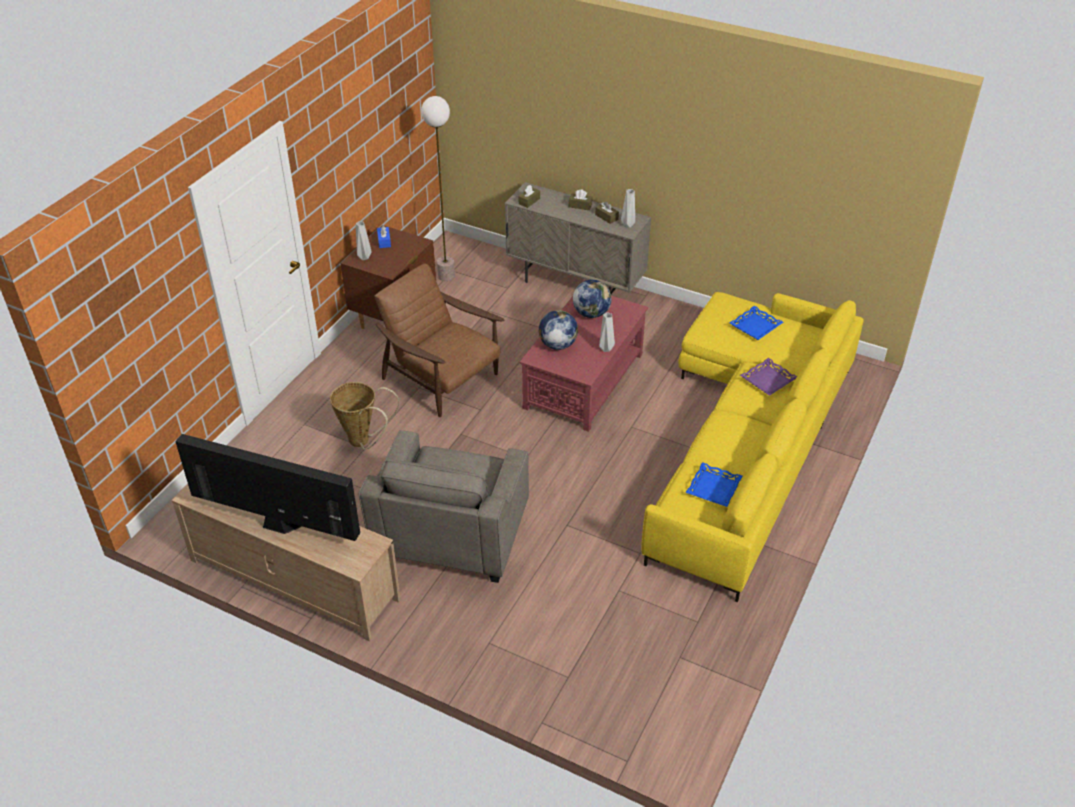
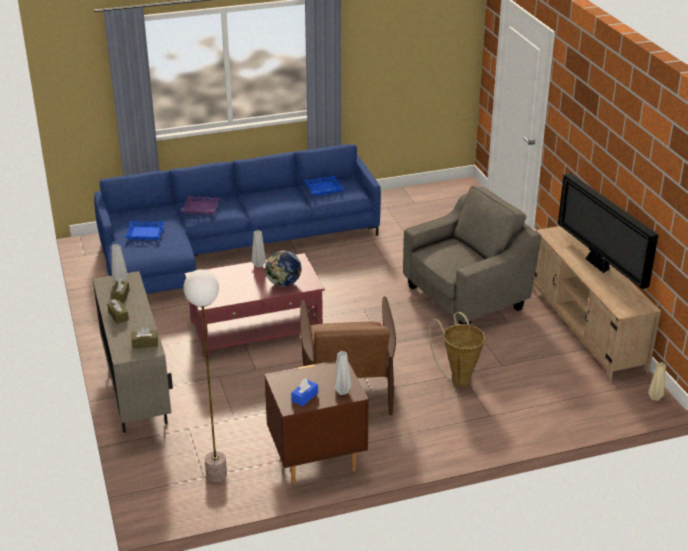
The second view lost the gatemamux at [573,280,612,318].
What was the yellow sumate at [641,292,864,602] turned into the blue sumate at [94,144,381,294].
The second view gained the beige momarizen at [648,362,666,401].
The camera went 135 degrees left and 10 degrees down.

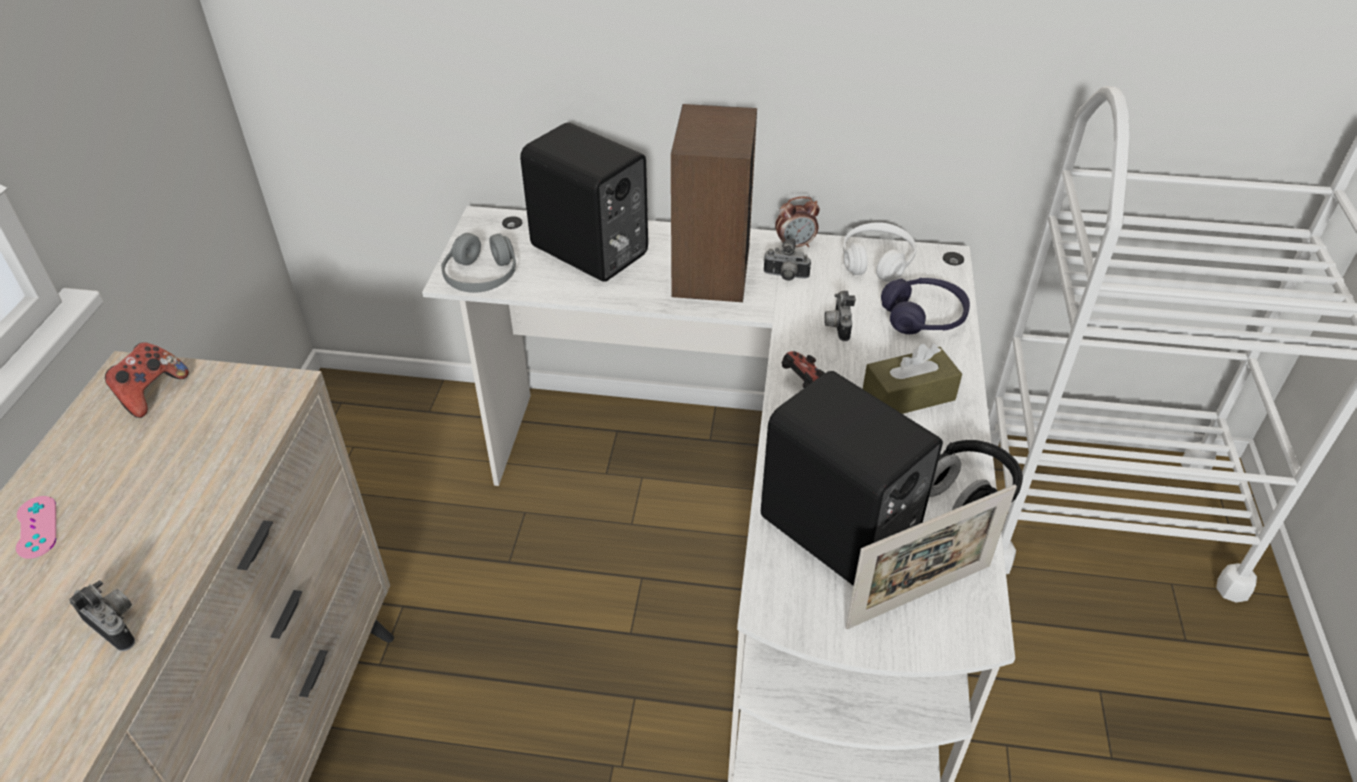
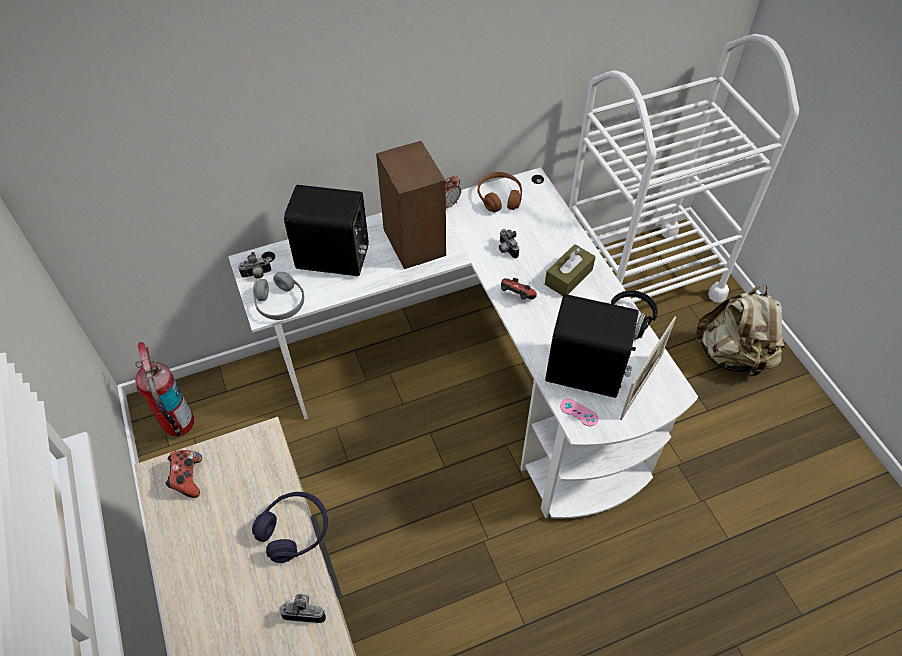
What was the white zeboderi at [843,222,916,282] turned into the brown zeboderi at [478,172,522,212].
The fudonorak ended up elsewhere, having gone from [763,239,811,281] to [238,252,271,279].
The purple zeboderi ended up elsewhere, having gone from [881,278,970,334] to [252,492,328,563].
The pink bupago ended up elsewhere, having gone from [16,496,56,559] to [560,398,598,426].
The second view gained the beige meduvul at [694,284,785,379].
The second view gained the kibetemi at [135,342,194,437].
The camera went 30 degrees left and 10 degrees up.

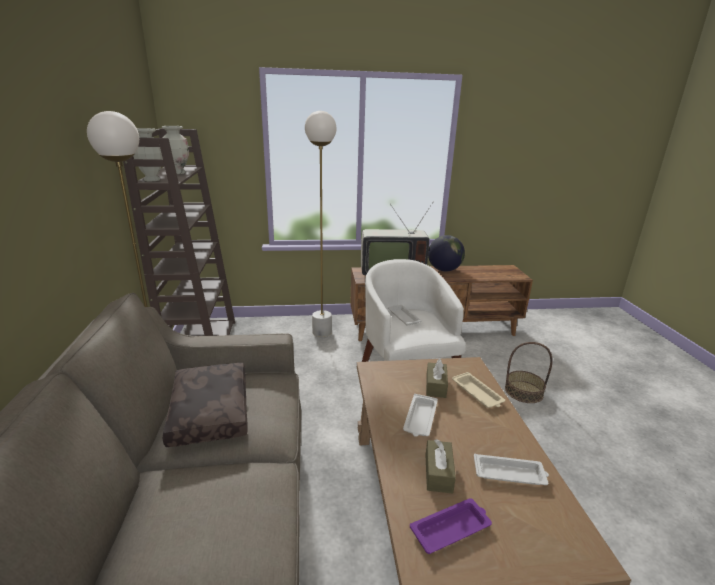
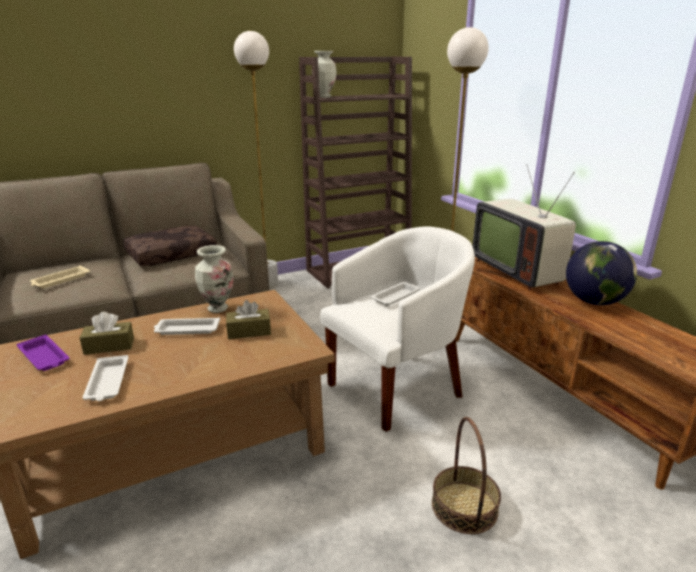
The momarizen ended up elsewhere, having gone from [162,126,189,174] to [195,245,233,313].
The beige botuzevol ended up elsewhere, having gone from [452,372,505,408] to [30,265,90,289].
The camera went 70 degrees right and 0 degrees up.

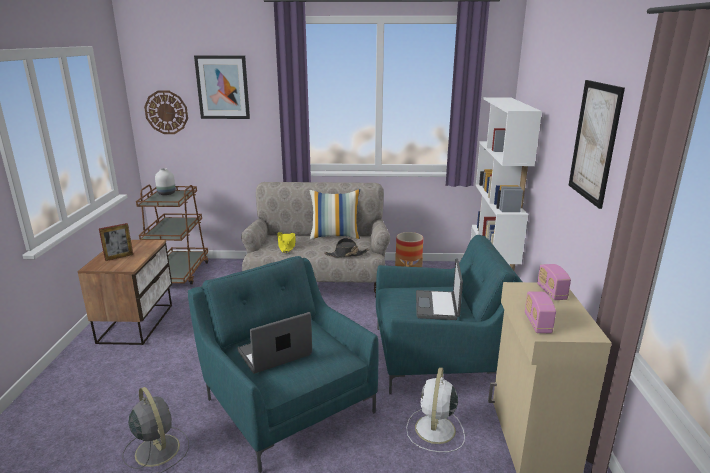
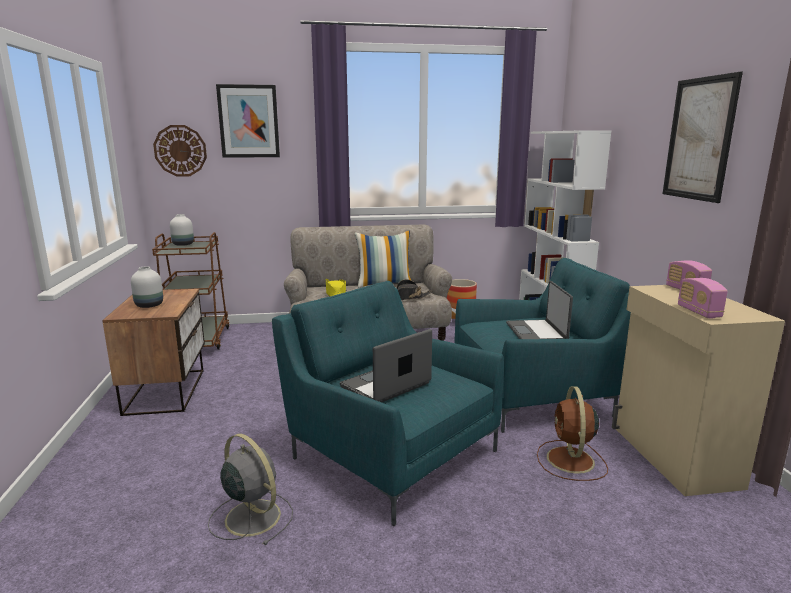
Where the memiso stood at [99,223,133,261], the white momarizen came to stand at [131,266,163,308].
What was the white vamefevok at [406,367,465,452] turned into the brown vamefevok at [537,386,608,481].
The camera went 10 degrees left and 5 degrees down.

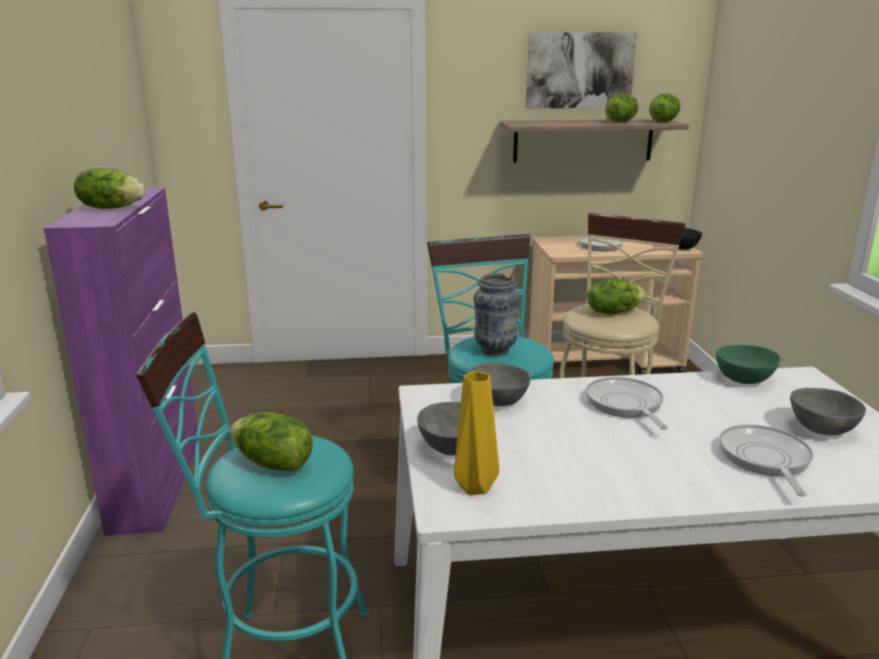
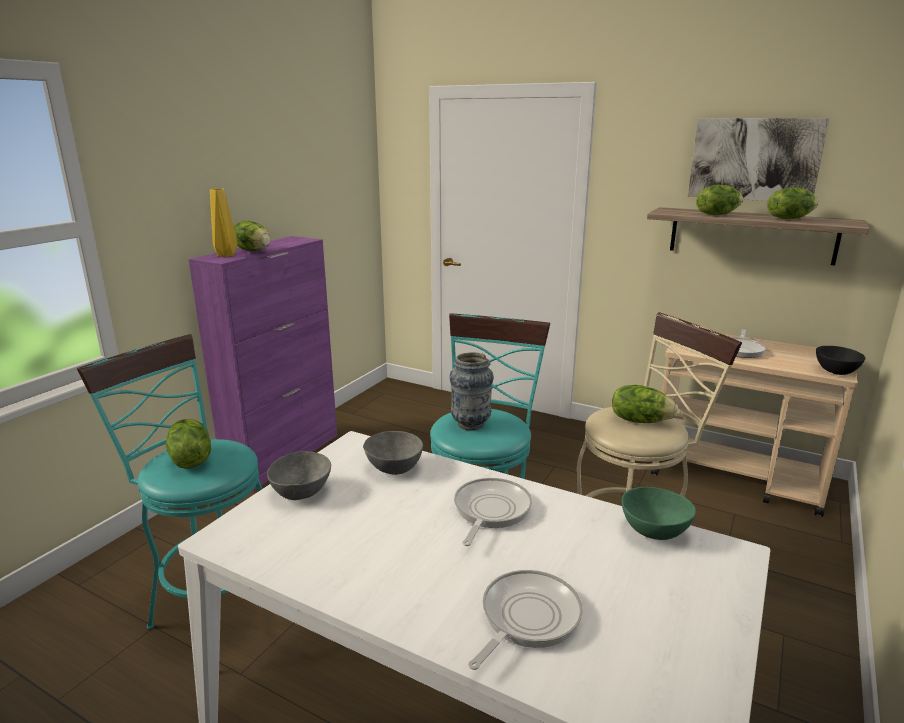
The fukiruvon ended up elsewhere, having gone from [649,94,680,122] to [696,185,743,215].
The yellow momarizen ended up elsewhere, having gone from [454,371,499,495] to [210,188,238,257].
The second view lost the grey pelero at [790,388,866,436].
The camera went 35 degrees right and 0 degrees up.

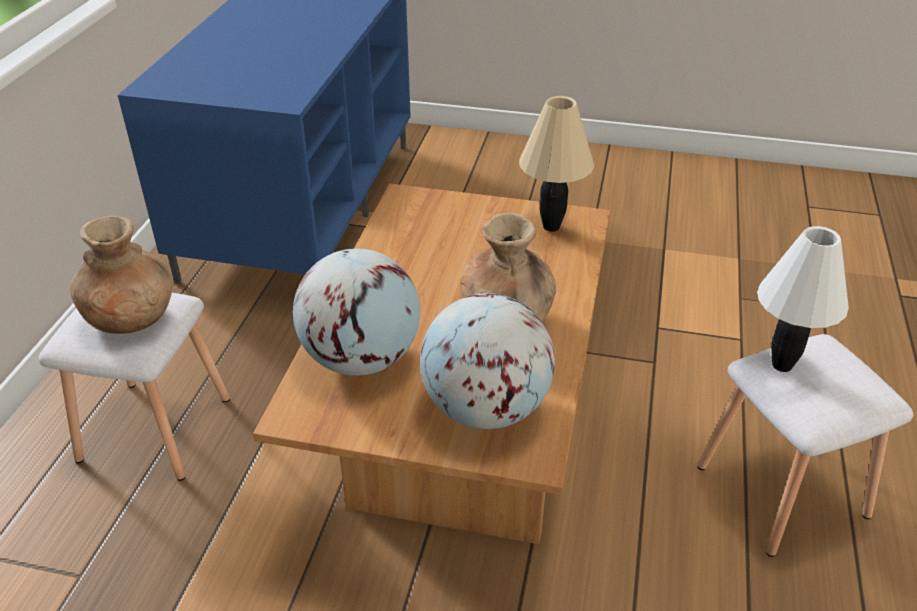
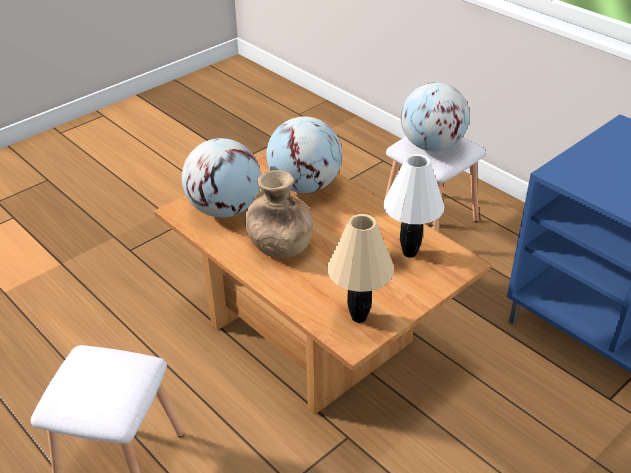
Where the brown momarizen stood at [70,216,173,334], the gatemamux came to stand at [401,82,470,151].
The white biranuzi ended up elsewhere, having gone from [757,226,849,372] to [383,154,444,258].
The camera went 125 degrees right and 0 degrees up.

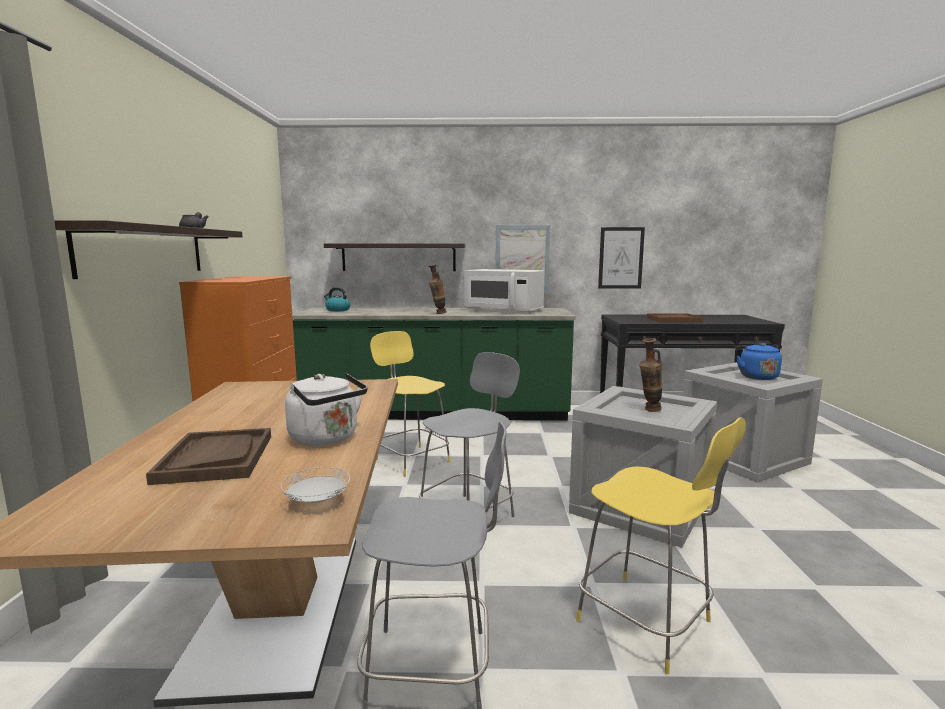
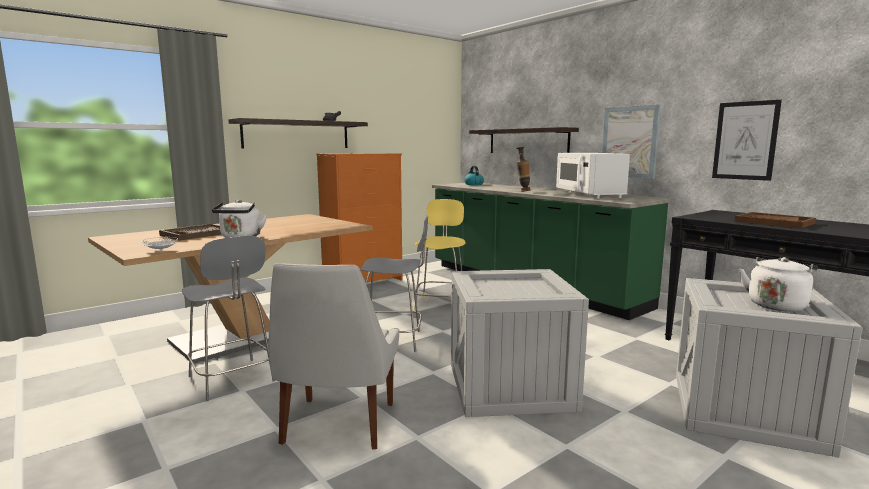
The second view lost the momarizen at [639,338,662,412].
What was the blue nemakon at [735,343,782,380] turned into the white nemakon at [739,257,818,311].
Where the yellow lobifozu stood at [576,417,746,674], the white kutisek came to stand at [269,263,399,450].
The camera went 50 degrees right and 0 degrees up.

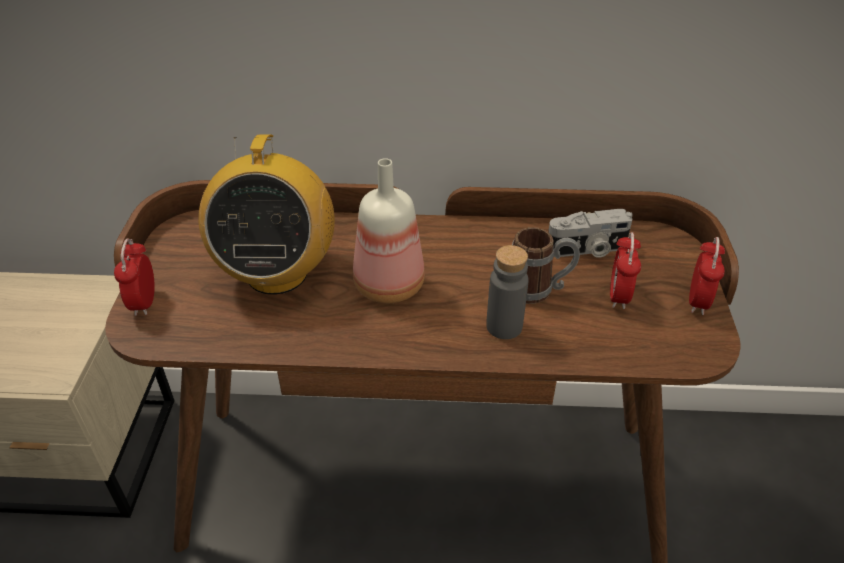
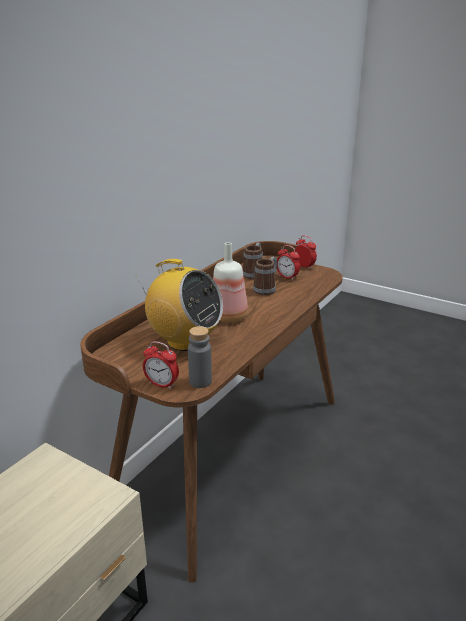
Where the fudonorak stood at [548,209,633,258], the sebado came to stand at [242,243,263,280].
The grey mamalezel ended up elsewhere, having gone from [486,245,529,339] to [188,326,212,388].
The camera went 60 degrees left and 15 degrees down.

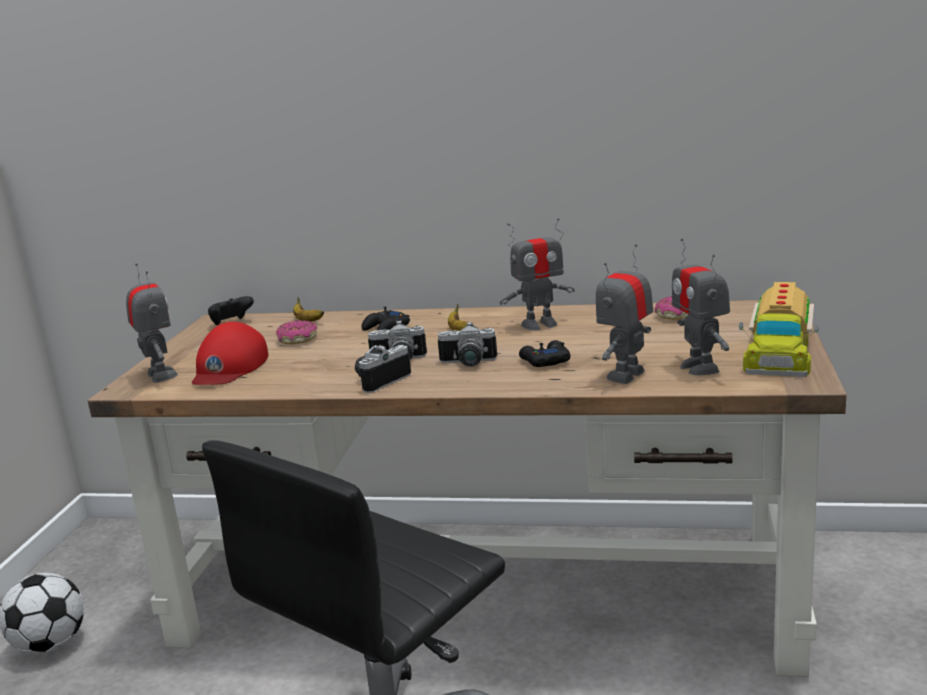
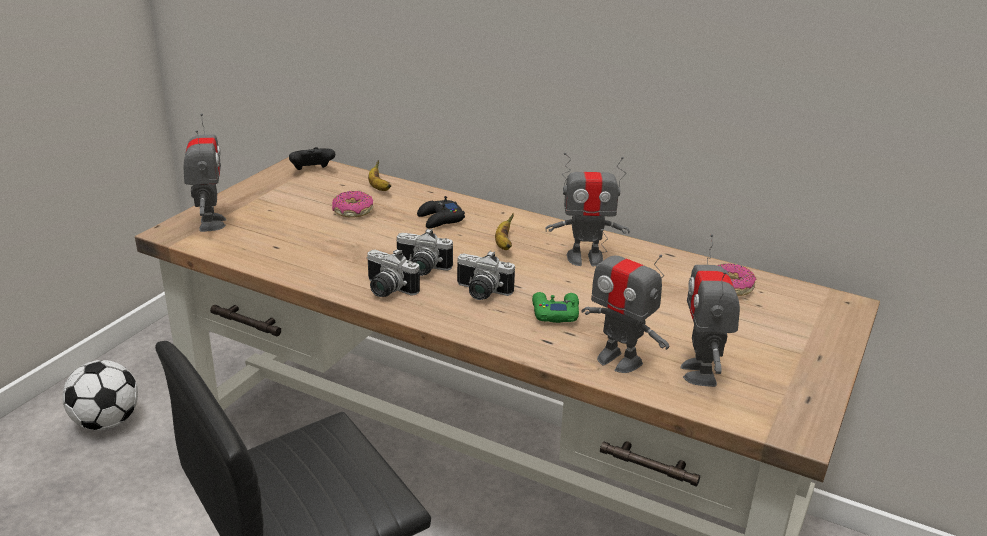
The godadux at [596,244,653,384] ended up facing another way, 105 degrees counterclockwise from before.
The second view lost the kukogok at [739,282,819,377].
The second view lost the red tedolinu at [192,322,268,385].
What was the black bupago at [519,340,570,367] turned into the green bupago at [532,292,579,323].
The fudonorak at [355,345,411,393] ended up facing another way, 120 degrees counterclockwise from before.
The camera went 15 degrees right and 10 degrees up.

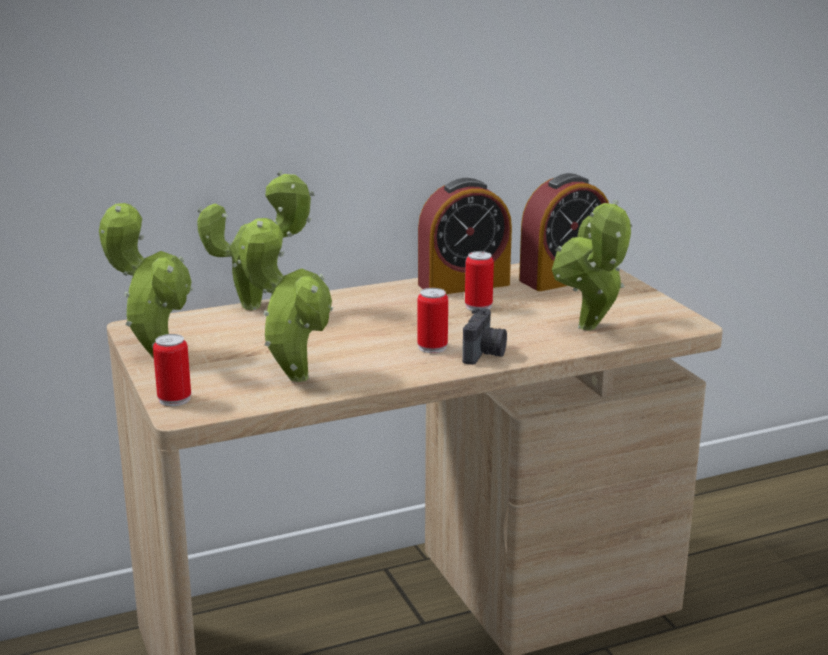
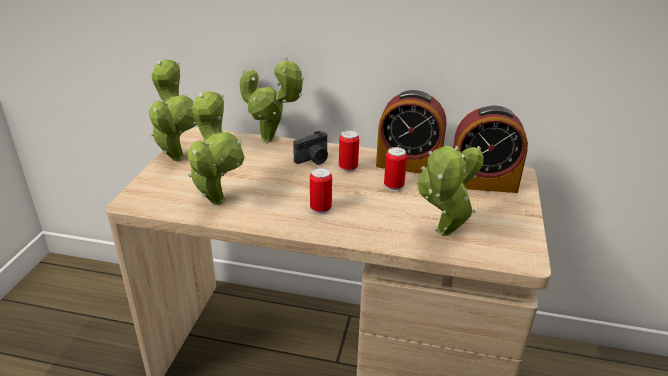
The fudonorak ended up elsewhere, having gone from [462,308,507,365] to [293,131,328,165].
The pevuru ended up elsewhere, having gone from [153,334,191,406] to [339,130,359,173].
The camera went 35 degrees right and 10 degrees up.

